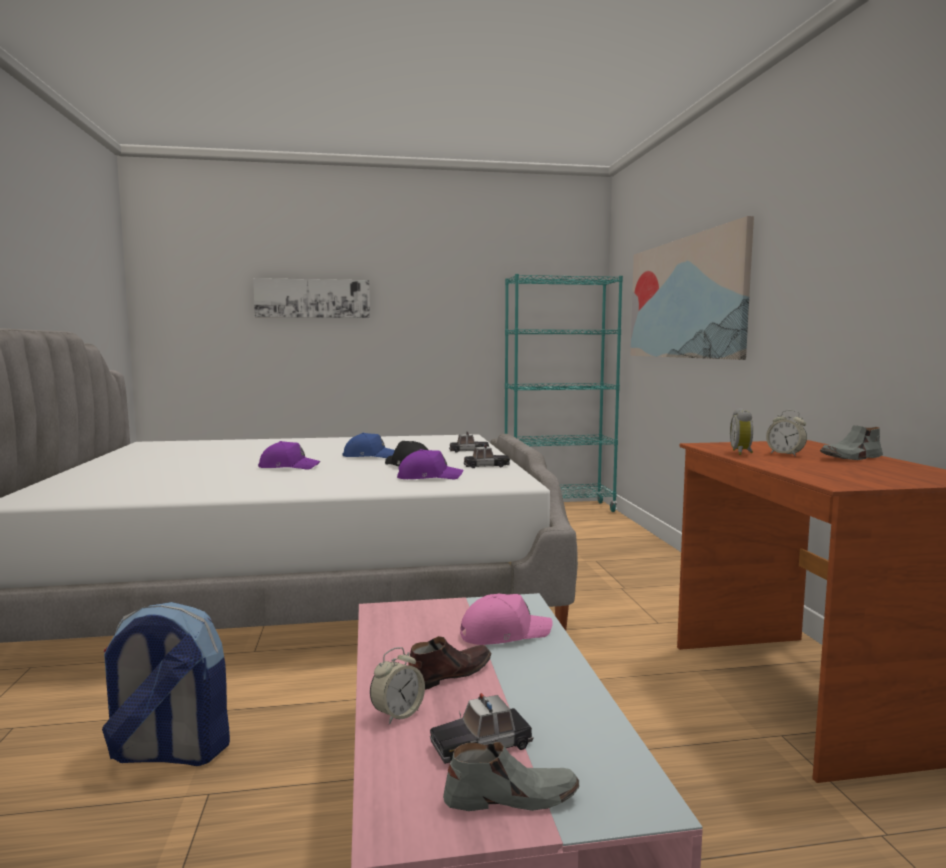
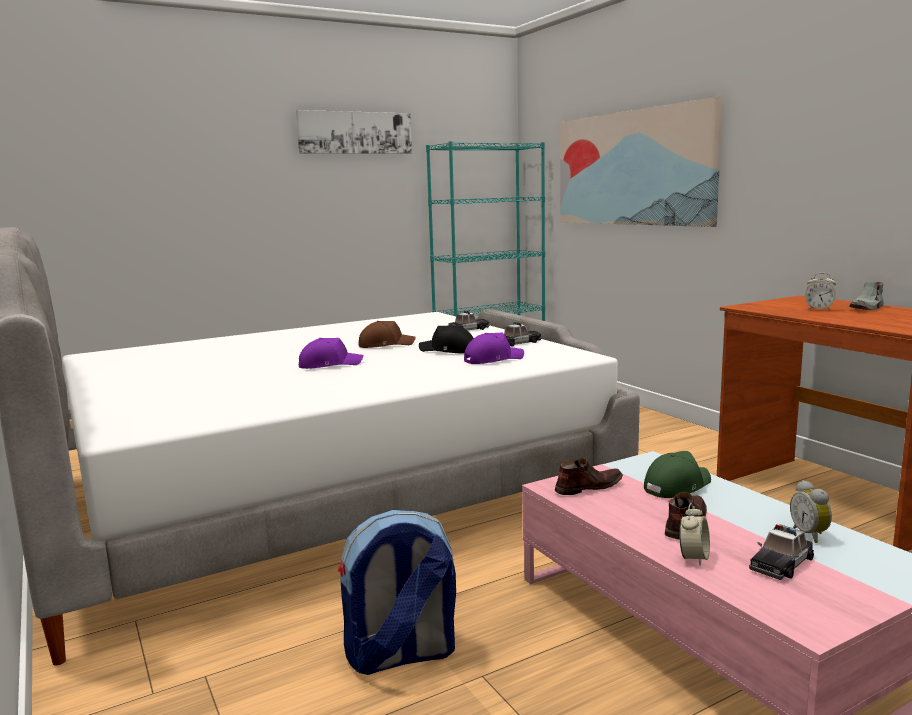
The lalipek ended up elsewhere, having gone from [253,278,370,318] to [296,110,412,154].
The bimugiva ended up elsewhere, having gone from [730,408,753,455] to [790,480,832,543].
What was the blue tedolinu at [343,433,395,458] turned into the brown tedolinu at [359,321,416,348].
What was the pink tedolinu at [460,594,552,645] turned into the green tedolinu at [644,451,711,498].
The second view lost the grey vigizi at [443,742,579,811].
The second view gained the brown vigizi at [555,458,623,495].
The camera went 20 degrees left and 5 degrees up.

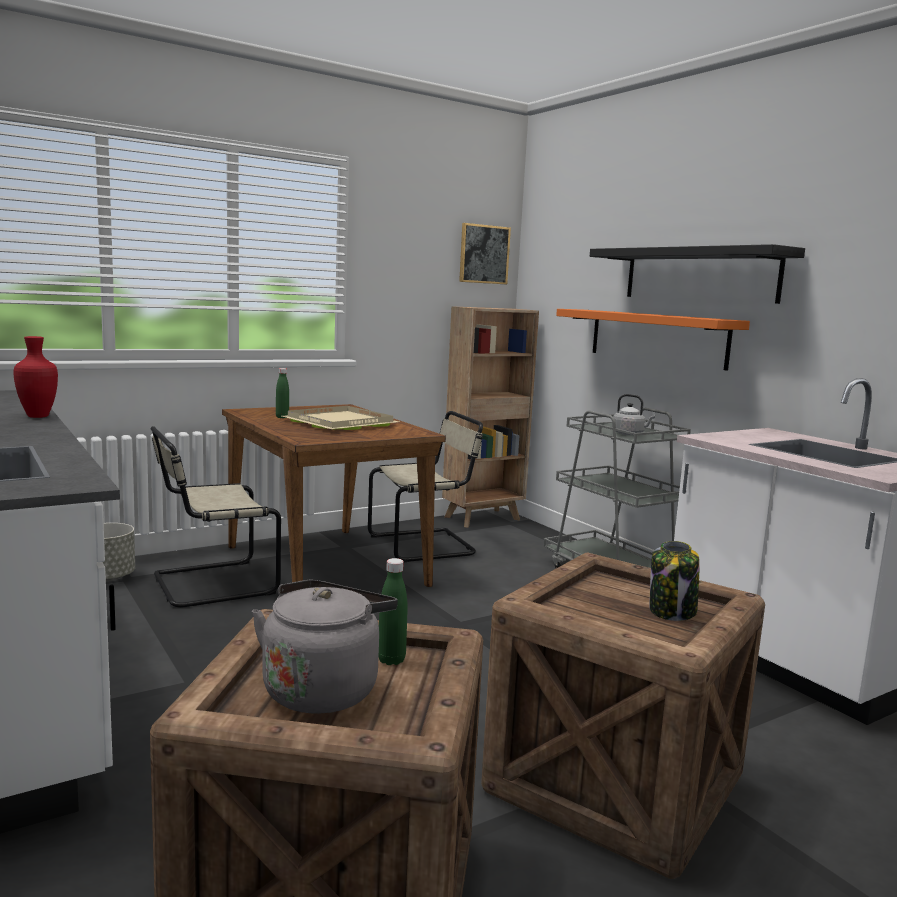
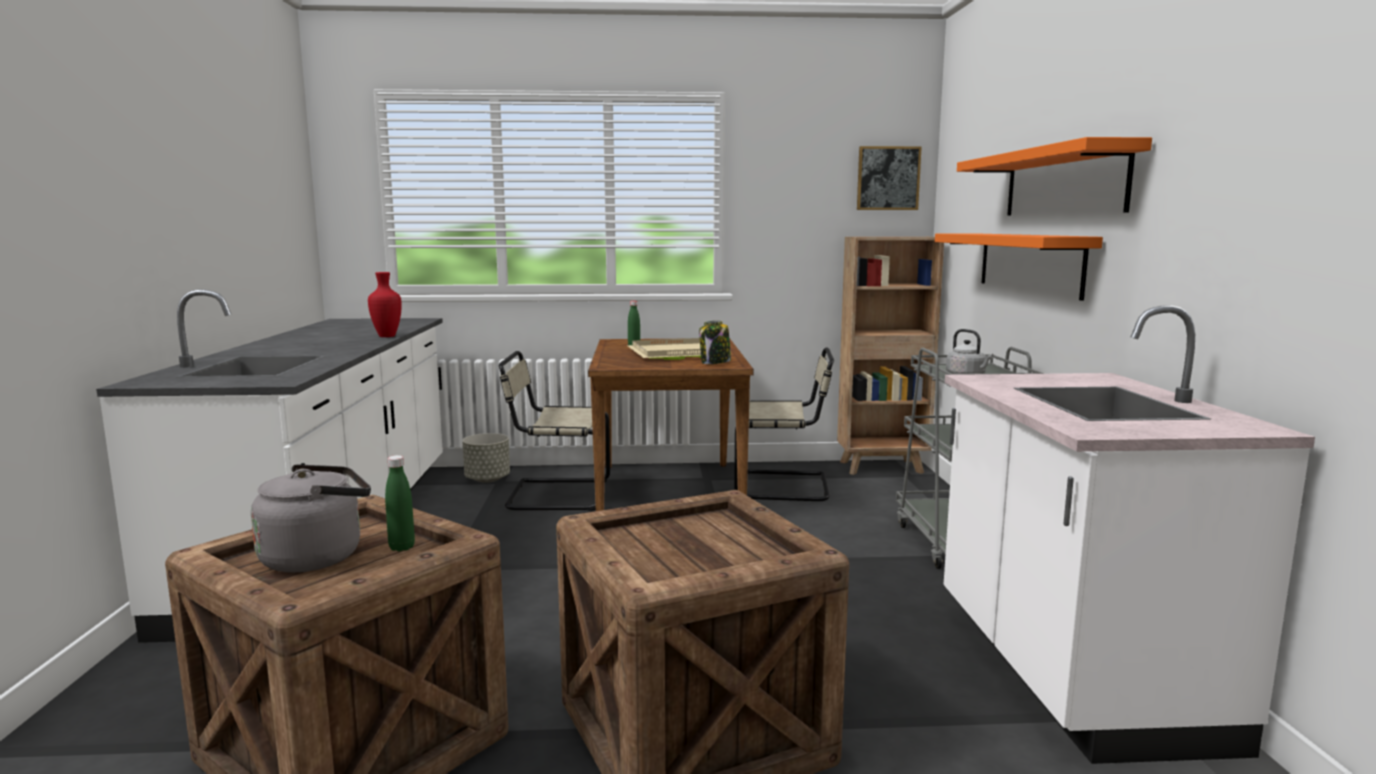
What was the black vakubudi at [590,244,805,304] turned into the orange vakubudi at [957,137,1152,215].
The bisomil ended up elsewhere, having gone from [649,541,700,621] to [699,320,731,364].
The camera went 30 degrees right and 0 degrees up.

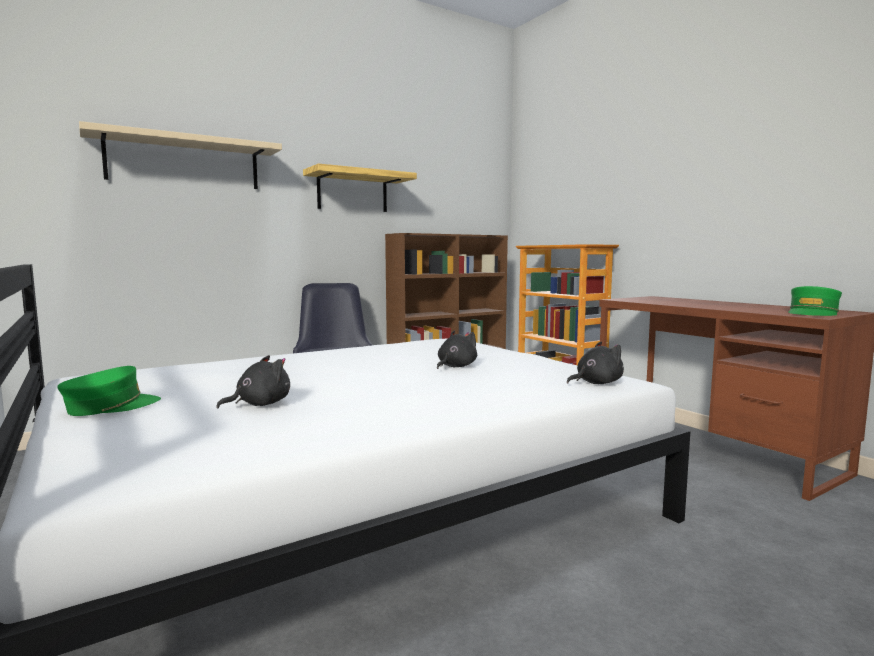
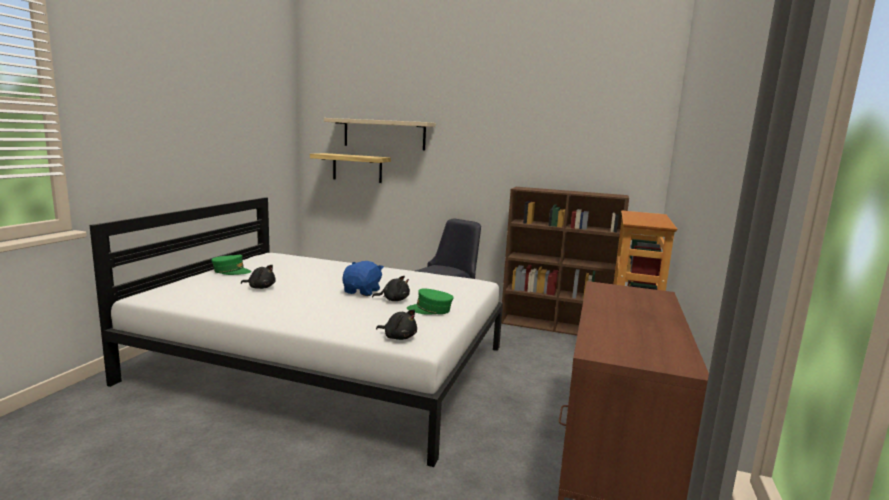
The vakubudi ended up elsewhere, having gone from [303,164,417,212] to [310,153,391,183].
The green tedolinu ended up elsewhere, having gone from [788,286,842,316] to [407,288,454,315].
The second view gained the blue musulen at [342,261,384,296].
The camera went 50 degrees right and 5 degrees up.

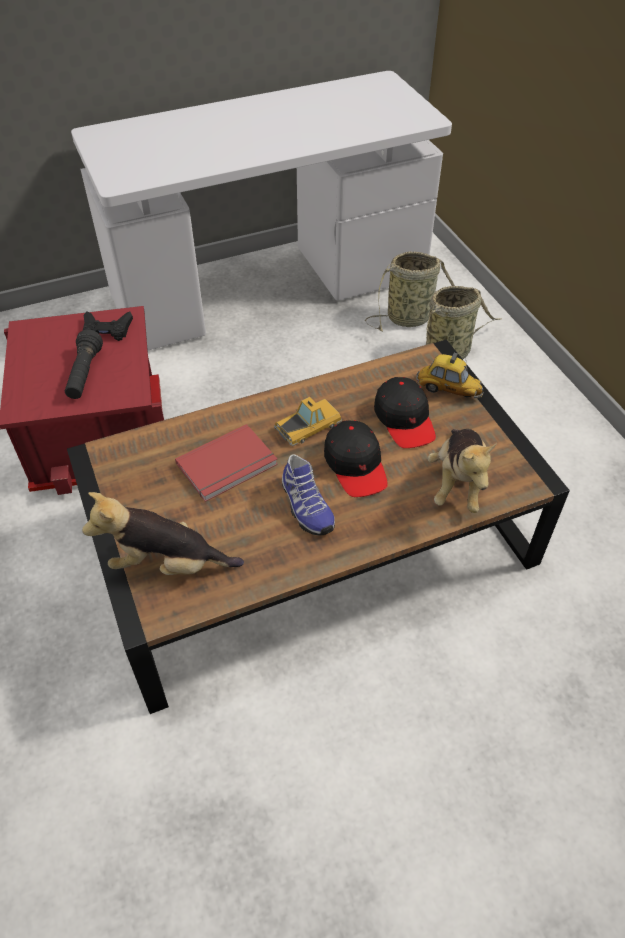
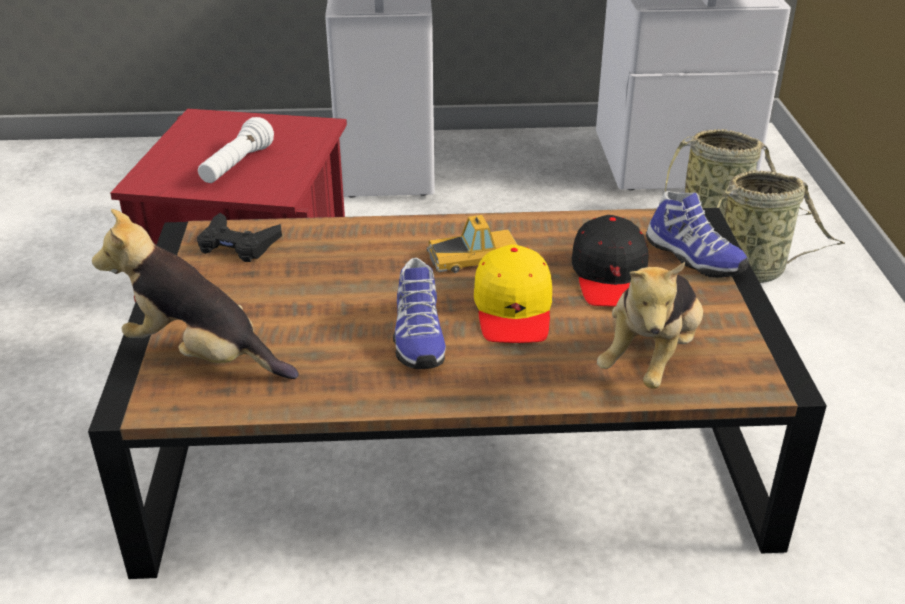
The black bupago ended up elsewhere, having gone from [83,311,133,341] to [197,213,282,262].
What was the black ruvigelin at [65,329,103,399] turned into the white ruvigelin at [198,117,274,183].
Where the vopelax stood at [416,353,484,398], the vigizi came to stand at [646,191,749,278].
What was the black tedolinu at [324,420,388,497] turned into the yellow tedolinu at [474,244,552,343].
The second view lost the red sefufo at [175,424,278,502].
The camera went 20 degrees right and 15 degrees down.

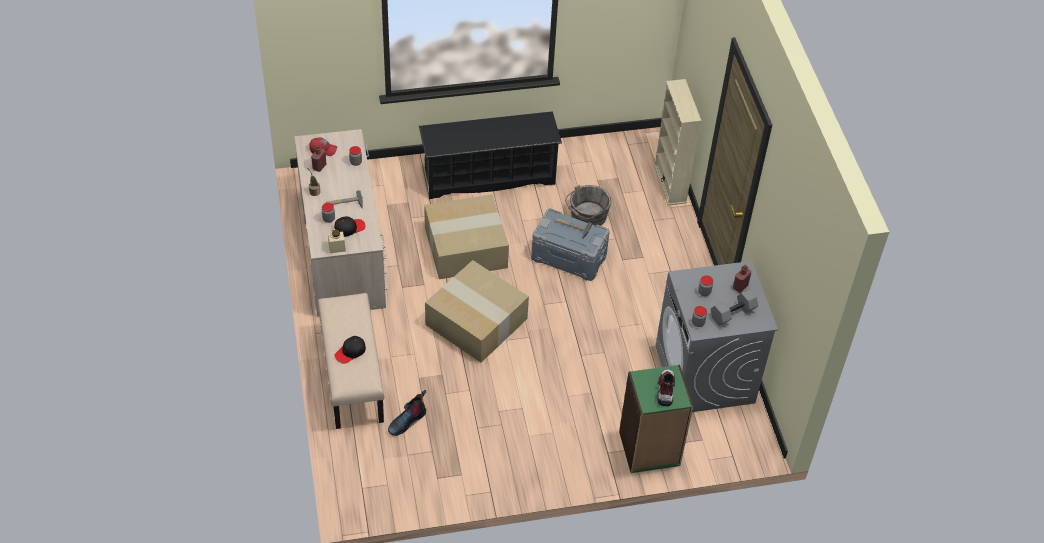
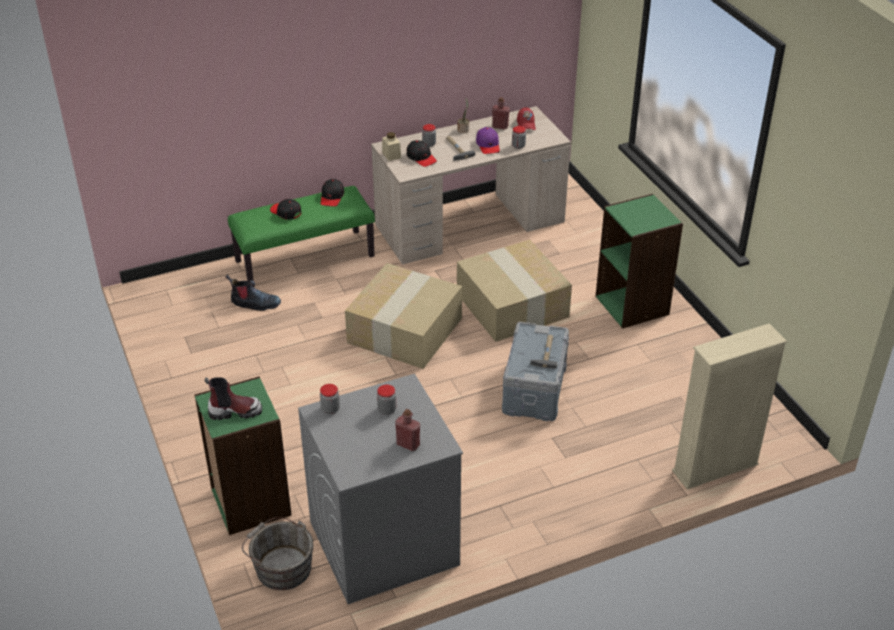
Where the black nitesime stood at [419,111,562,199], the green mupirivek came to stand at [596,194,683,329].
The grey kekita ended up elsewhere, having gone from [565,185,611,226] to [242,517,313,590].
The second view lost the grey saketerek at [711,289,758,326].
What was the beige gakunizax at [318,293,385,429] turned into the green gakunizax at [228,186,375,287].
The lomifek at [388,390,426,436] ended up facing another way, 150 degrees clockwise from before.
The second view gained the purple tedolinu at [476,127,500,154].
The second view gained the black tedolinu at [321,179,344,206].
The camera went 80 degrees right and 10 degrees down.

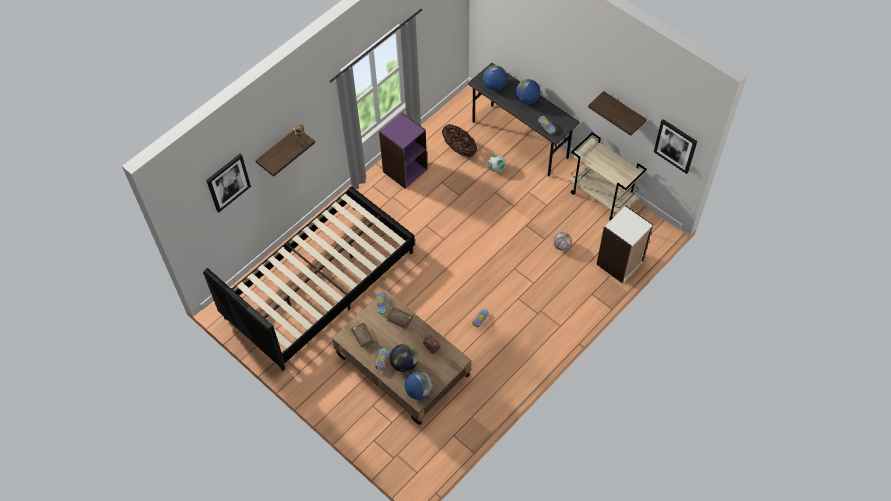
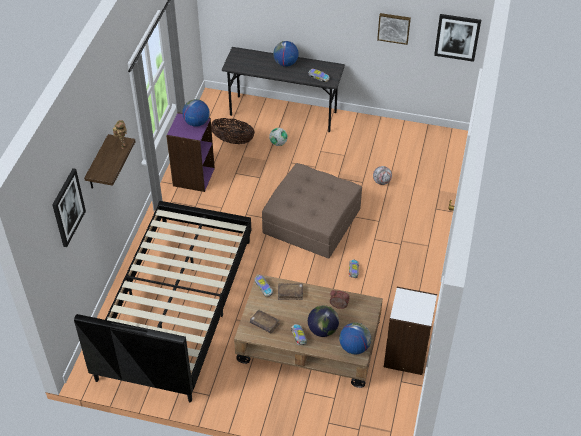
The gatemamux ended up elsewhere, having gone from [483,65,508,90] to [182,99,210,127].
Where the vakubudi hung at [588,91,647,136], the lalipek came to hang at [377,13,411,45].
The second view lost the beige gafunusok at [569,132,647,221].
The white mupirivek ended up elsewhere, having gone from [596,206,653,284] to [384,287,437,375].
The second view gained the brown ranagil at [262,163,362,258].
The camera went 30 degrees left and 10 degrees down.

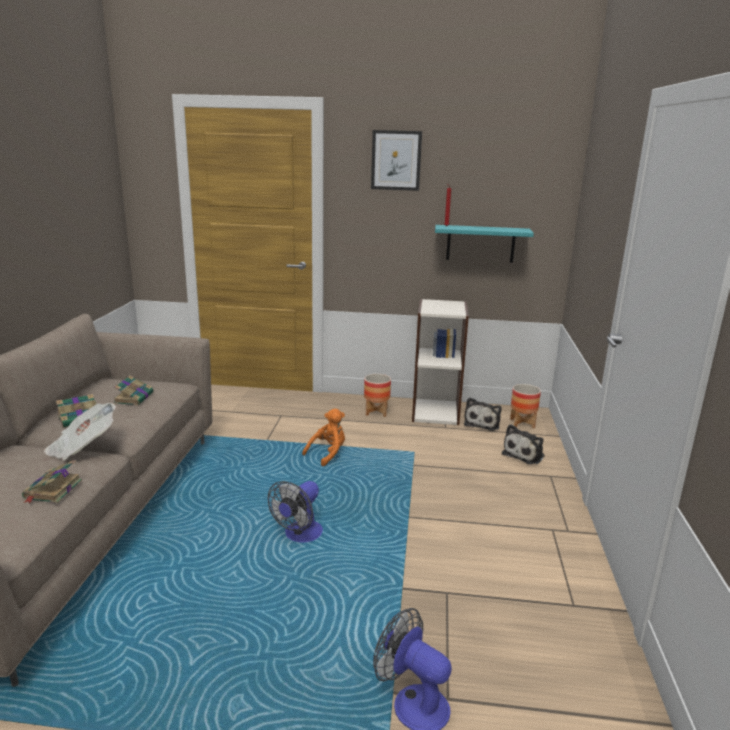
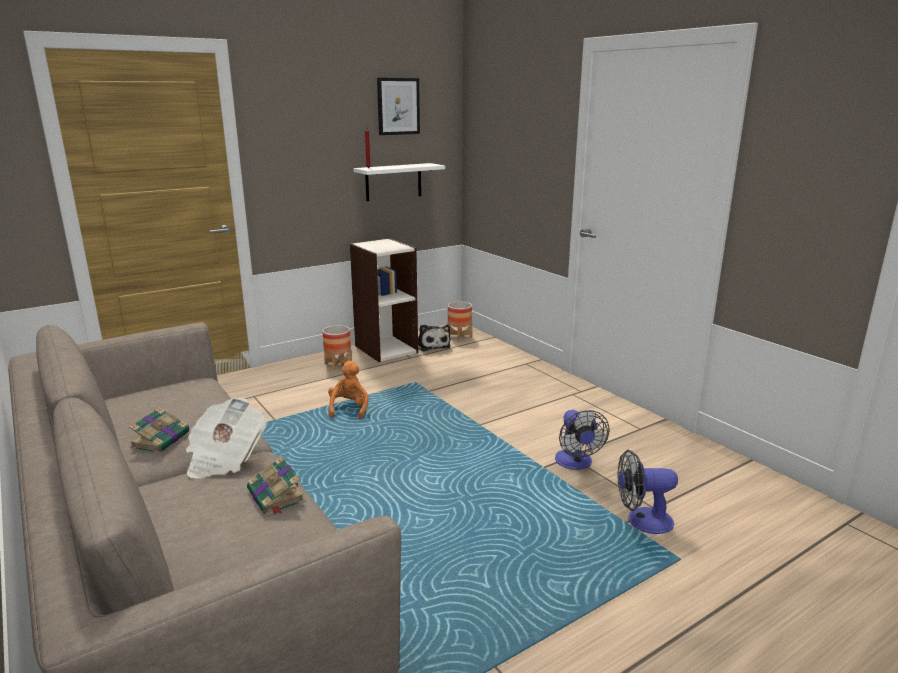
The lalipek ended up elsewhere, having gone from [371,130,422,191] to [377,78,420,135].
What was the turquoise vakubudi at [435,225,534,263] turned into the white vakubudi at [354,163,445,201].
The second view lost the sefufo at [113,375,153,405].
The second view lost the musulen at [502,424,545,464].
The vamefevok ended up elsewhere, having gone from [268,481,323,542] to [555,410,610,470].
The camera went 40 degrees left and 0 degrees up.

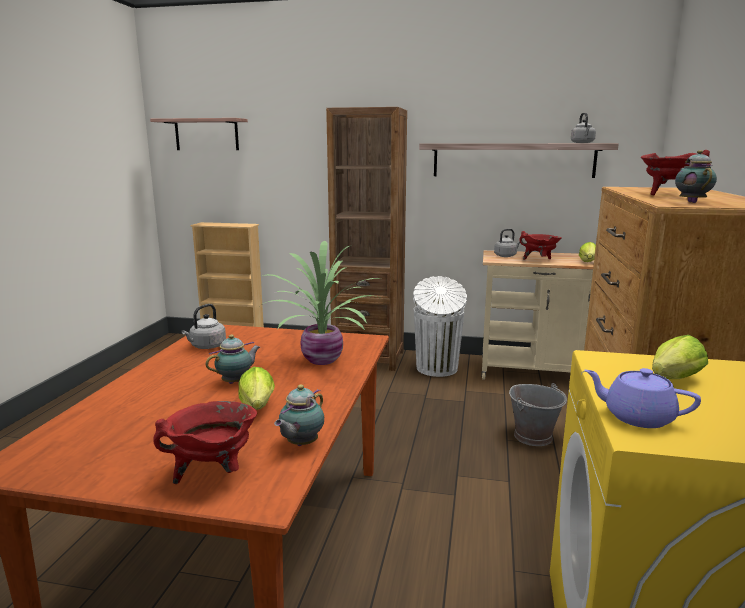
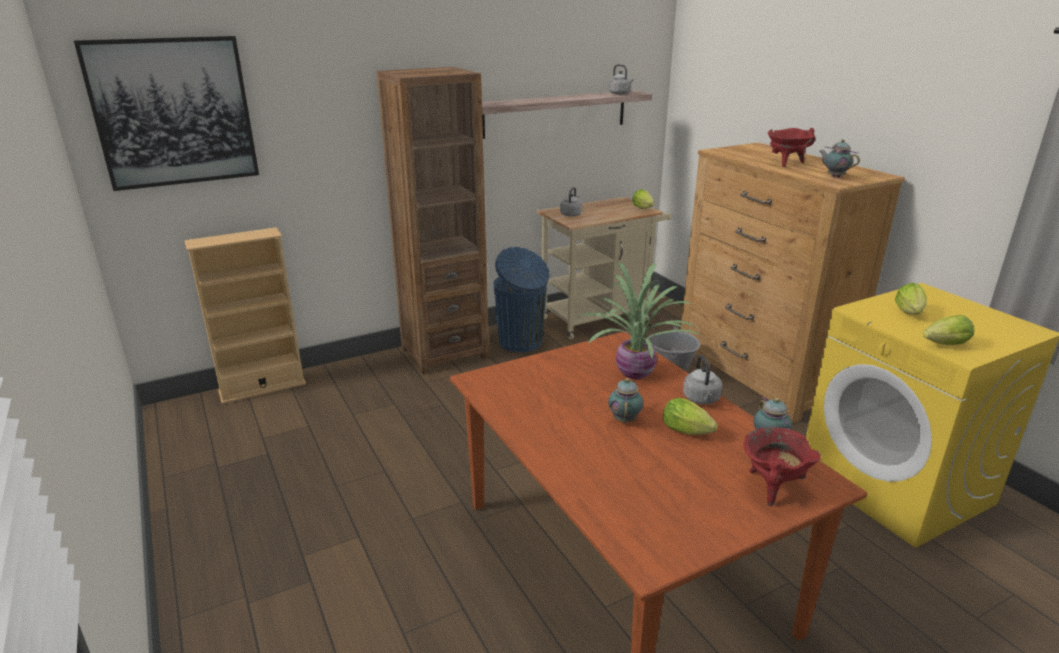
Where the vakubudi hung at [150,118,248,150], the lalipek came to hang at [74,36,259,191].
The second view lost the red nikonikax at [519,231,562,260].
What was the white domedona at [413,276,467,377] turned into the blue domedona at [493,247,550,352].
The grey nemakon ended up elsewhere, having gone from [182,304,226,349] to [683,355,722,405].
Where the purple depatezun stood at [584,368,701,428], the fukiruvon came to stand at [923,315,974,345].
The camera went 40 degrees left and 10 degrees up.

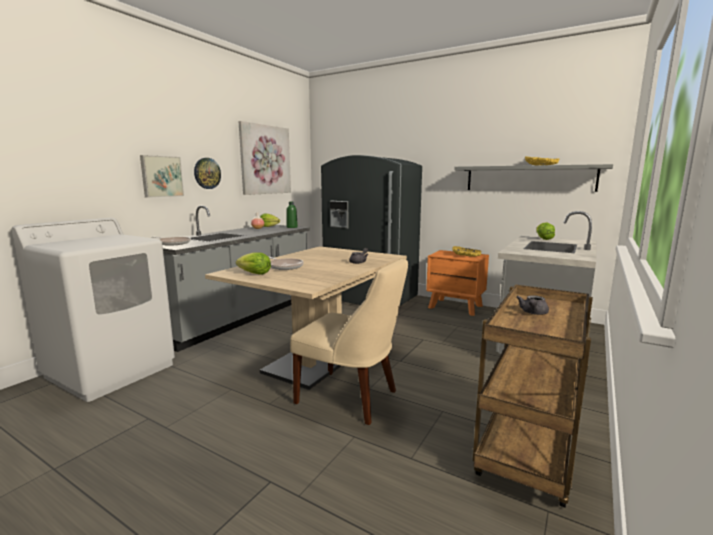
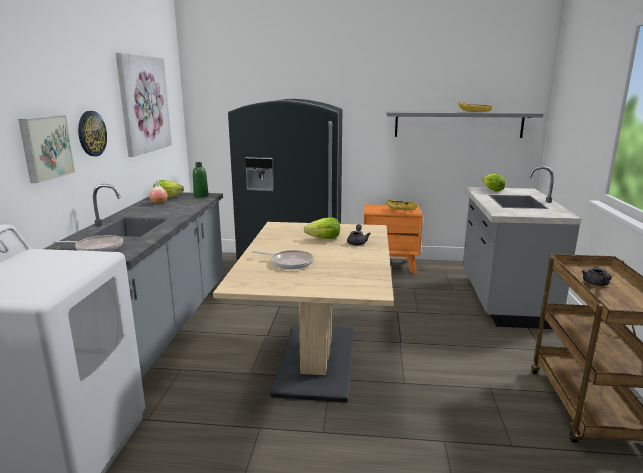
The fukiruvon ended up elsewhere, having gone from [236,252,271,275] to [304,217,340,239].
The second view lost the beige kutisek at [290,259,408,425].
The camera went 25 degrees left and 5 degrees up.

